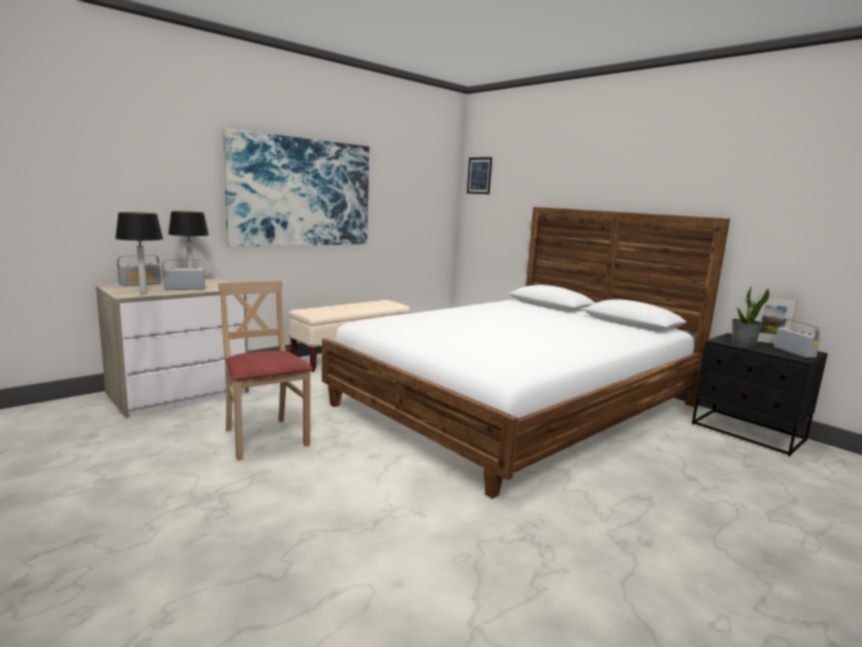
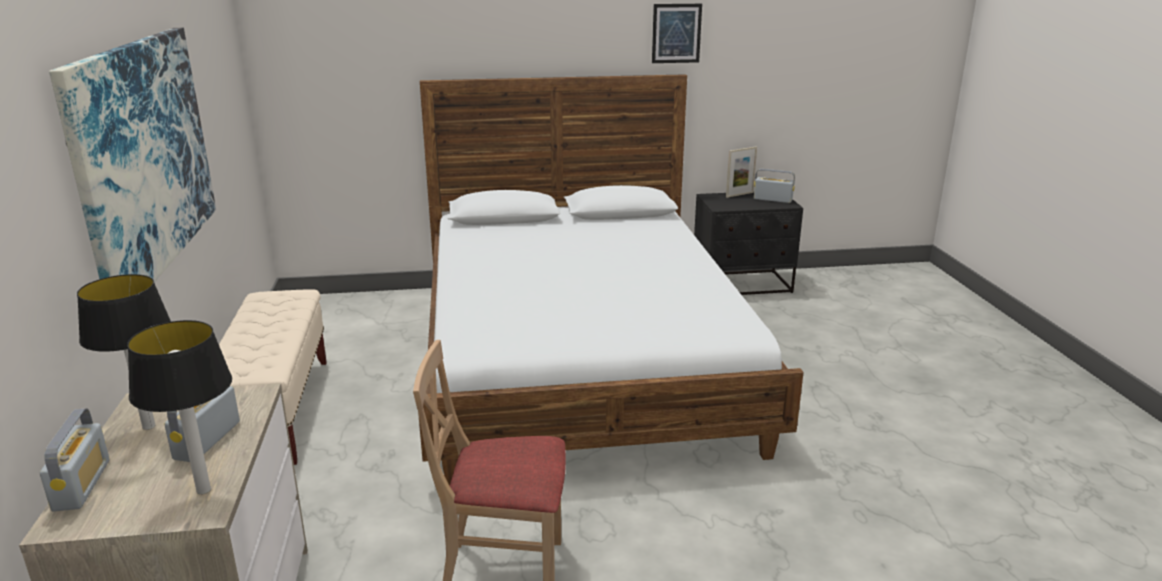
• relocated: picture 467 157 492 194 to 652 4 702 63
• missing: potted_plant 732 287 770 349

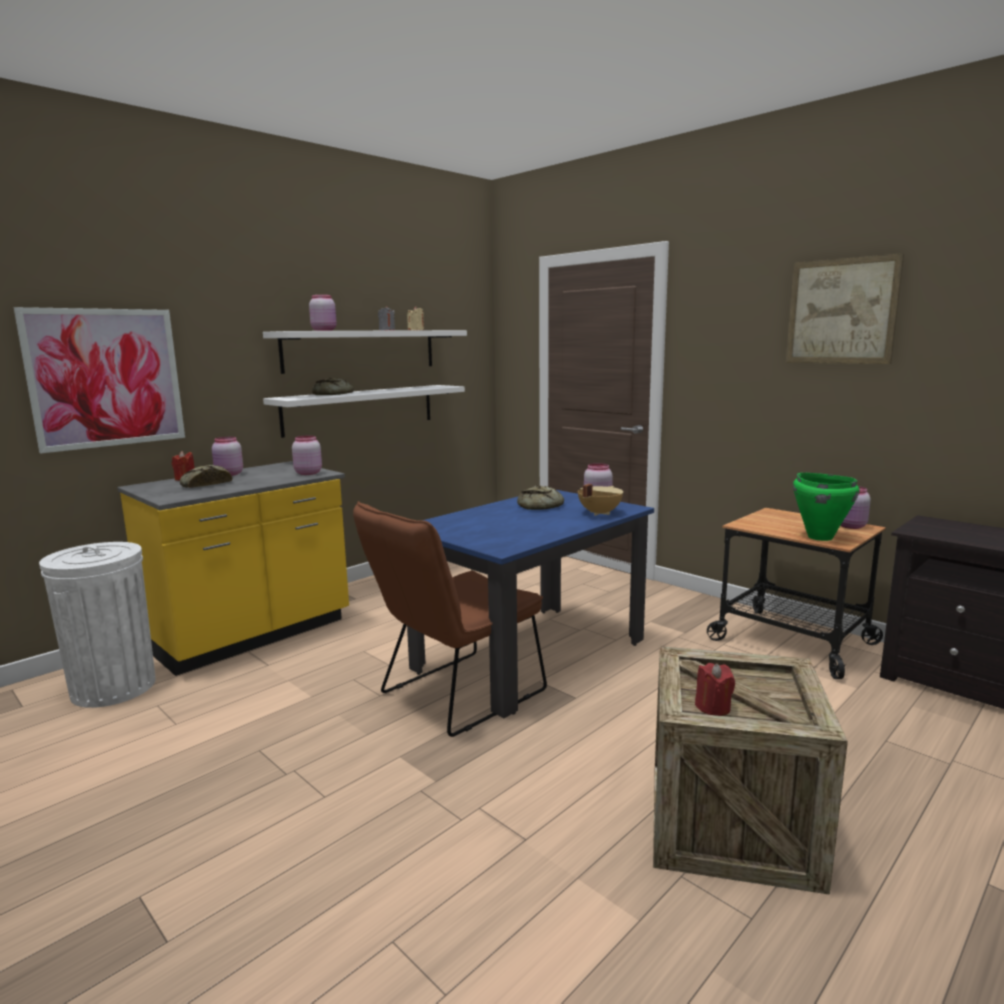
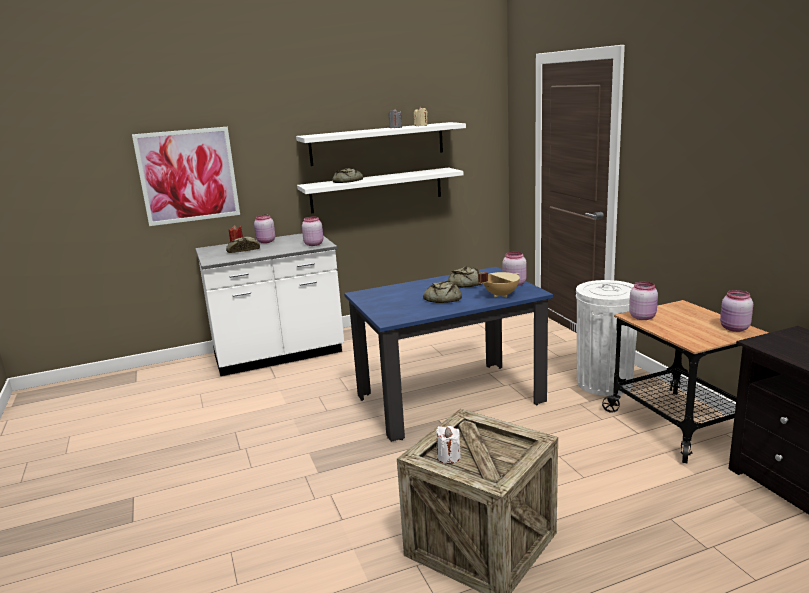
• colour: yellow_counter 117 461 349 676 to white_counter 195 233 344 376
• appeared: bread 423 281 462 303
• colour: red_candle 695 663 735 716 to white_candle 436 426 461 464
• relocated: white_trash_can 39 542 156 708 to 576 280 637 396
• relocated: pink_jar 309 295 336 331 to 629 281 658 320
• missing: brown_chair 353 501 547 737
• missing: picture 786 253 904 364
• missing: green_cooking_pot 793 473 859 541

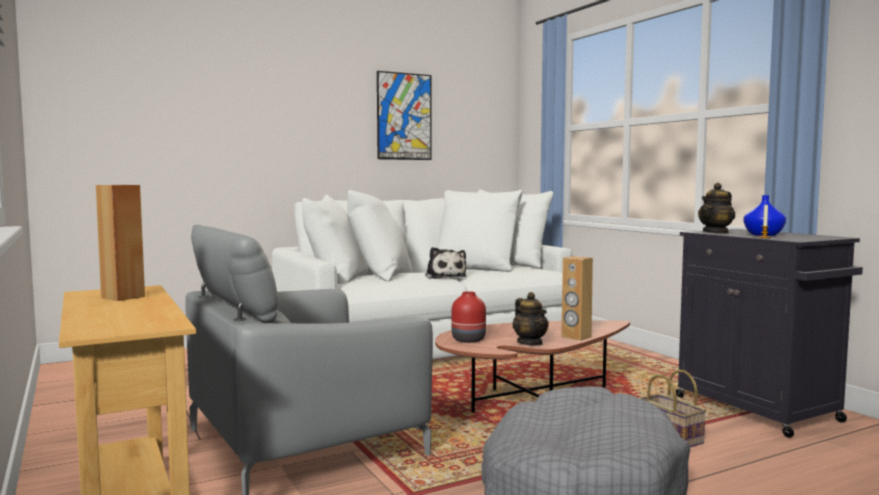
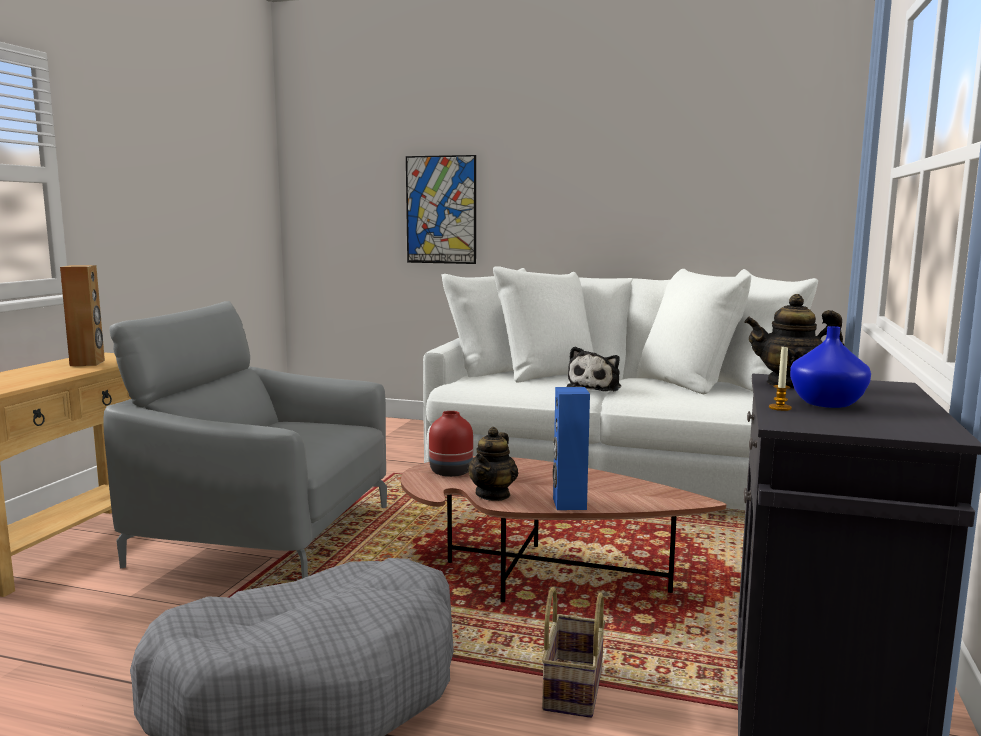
• relocated: picture 377 71 432 160 to 406 155 476 264
• colour: brown_speaker 561 256 593 341 to blue_speaker 553 387 590 510

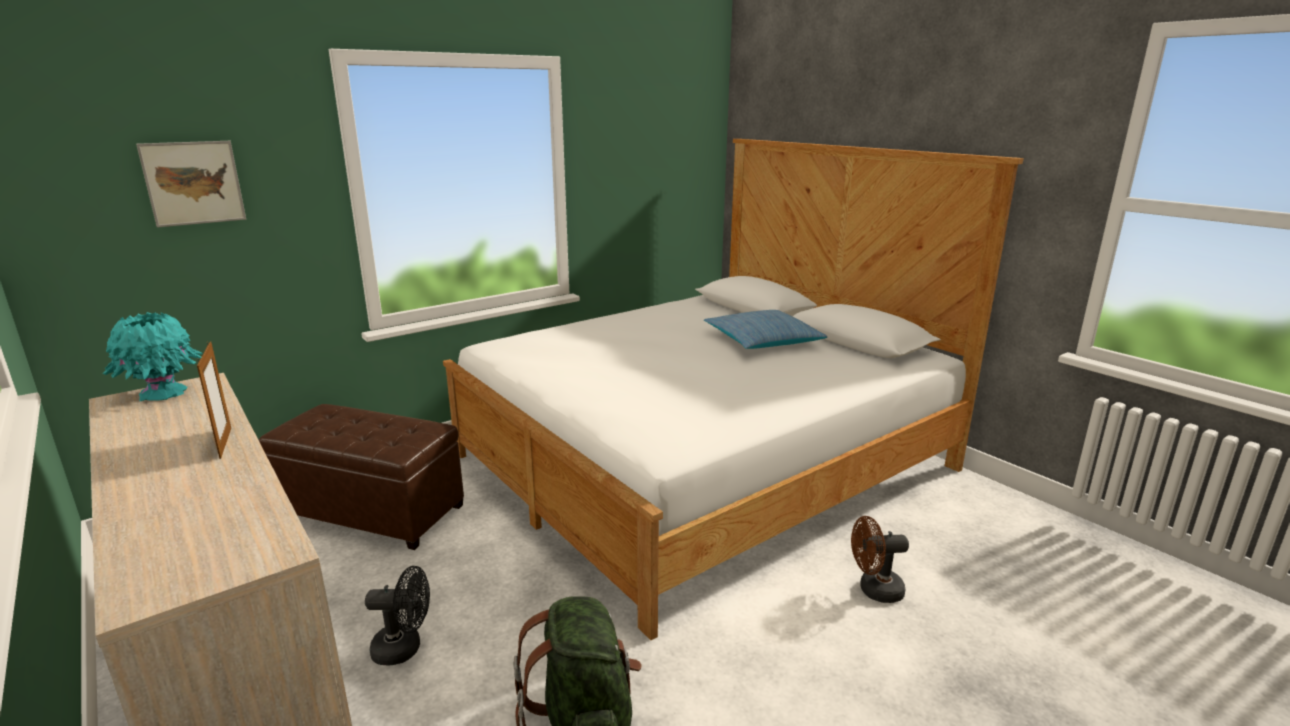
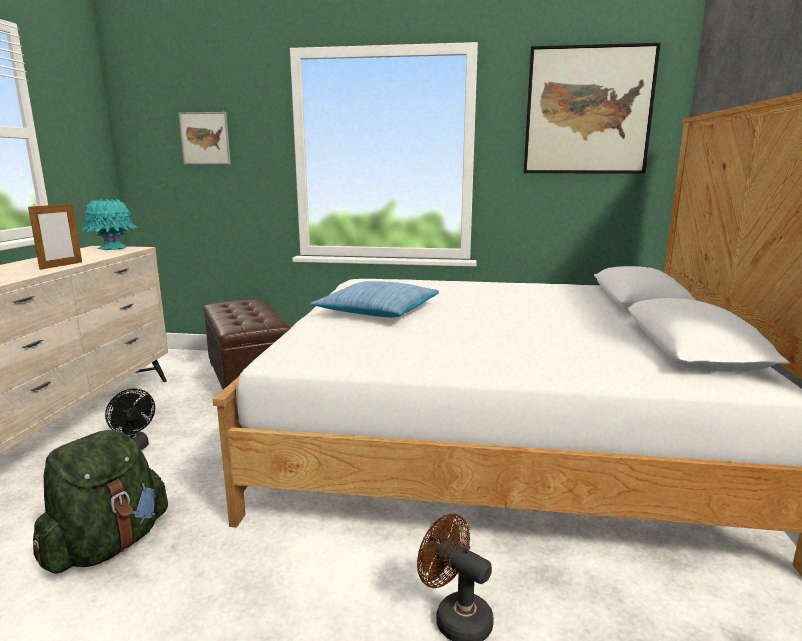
• relocated: pillow 704 310 827 349 to 310 281 439 317
• appeared: picture 524 43 661 174

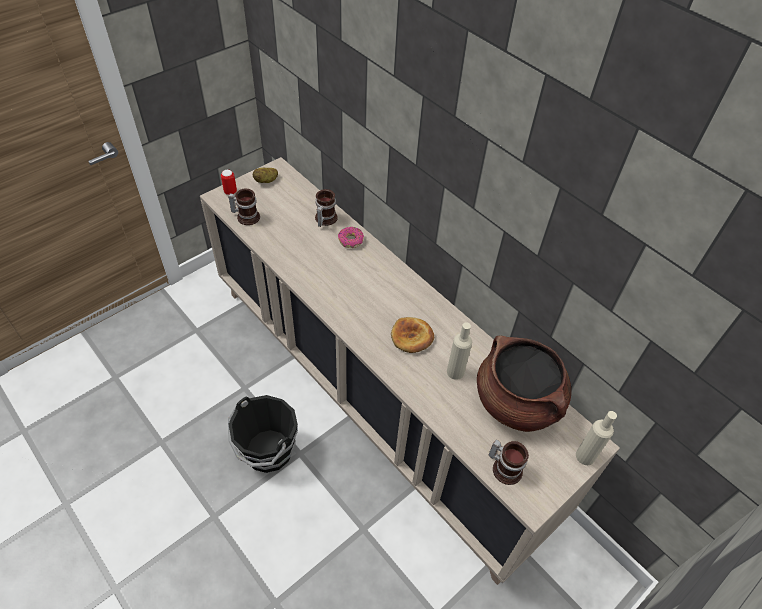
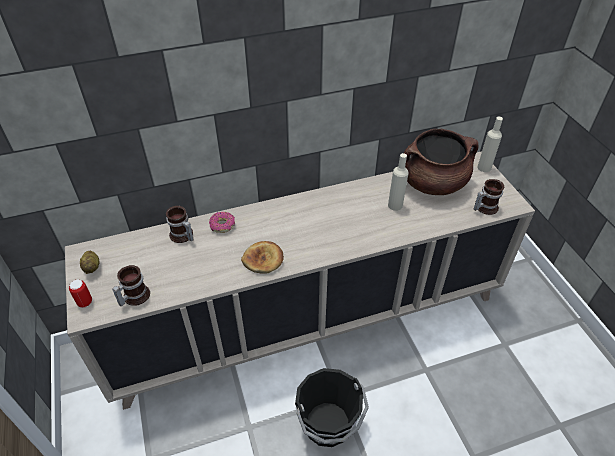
• relocated: bread 391 317 434 353 to 241 241 284 274

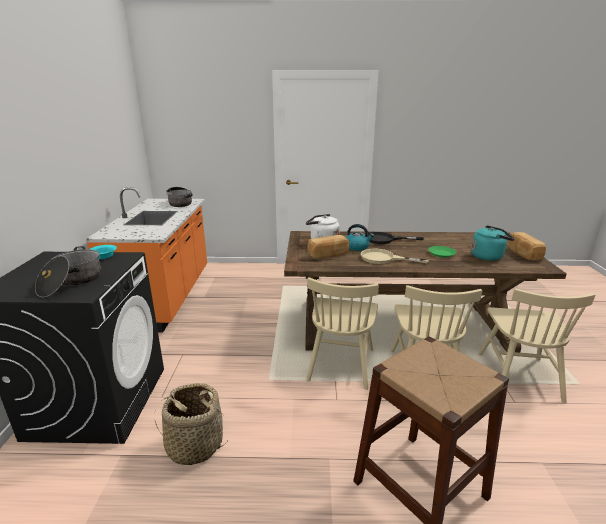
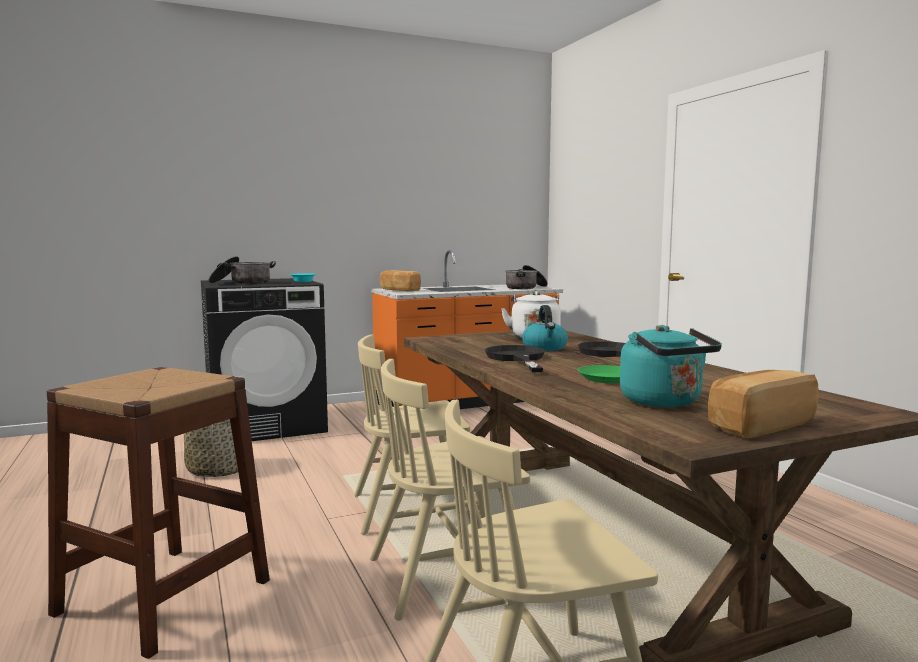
• relocated: bread 307 235 349 259 to 380 270 421 291
• colour: beige_frying_pan 361 248 429 264 to black_frying_pan 485 345 545 372

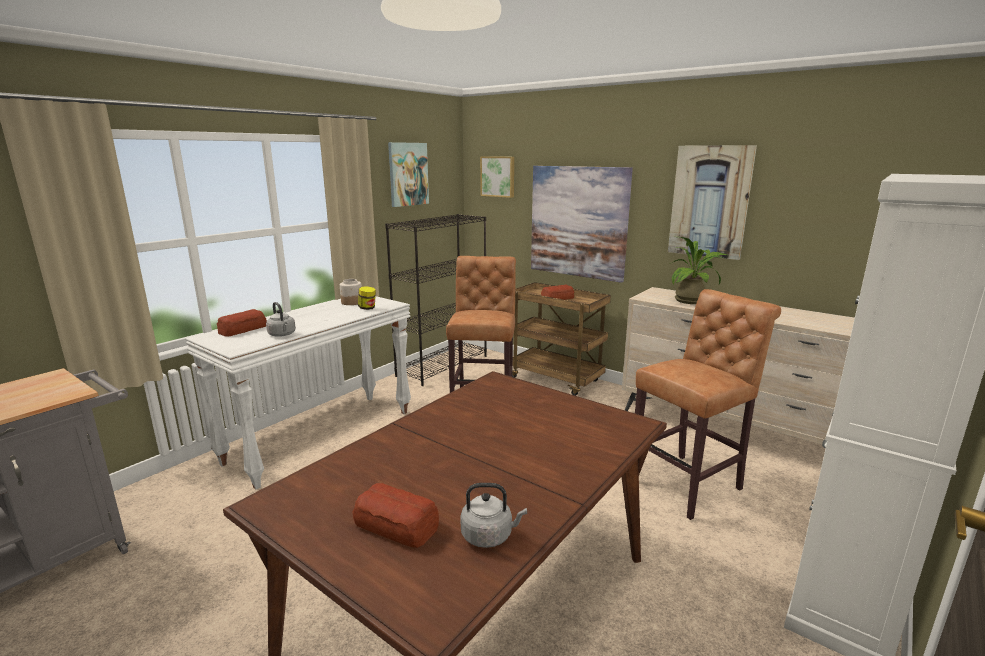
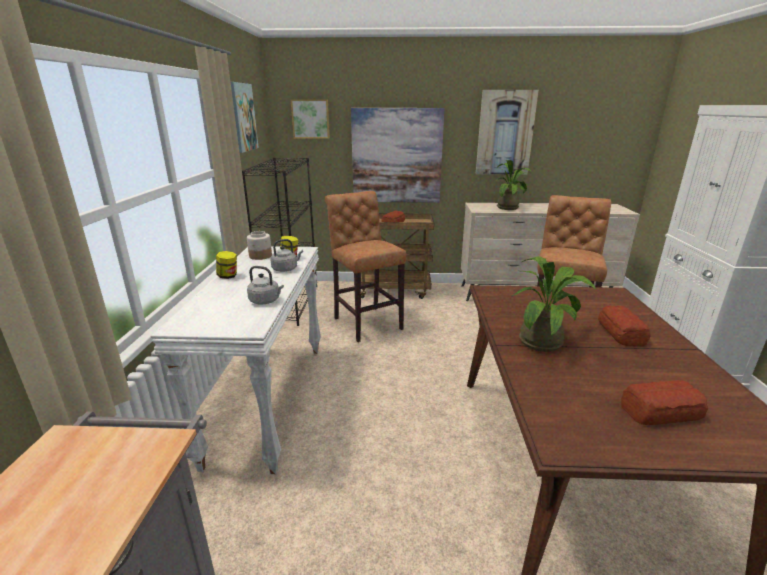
• appeared: jar 216 251 237 279
• relocated: grey_kettle 460 483 527 548 to 270 239 303 272
• appeared: potted_plant 512 256 595 352
• relocated: bread 217 309 267 337 to 598 306 651 346

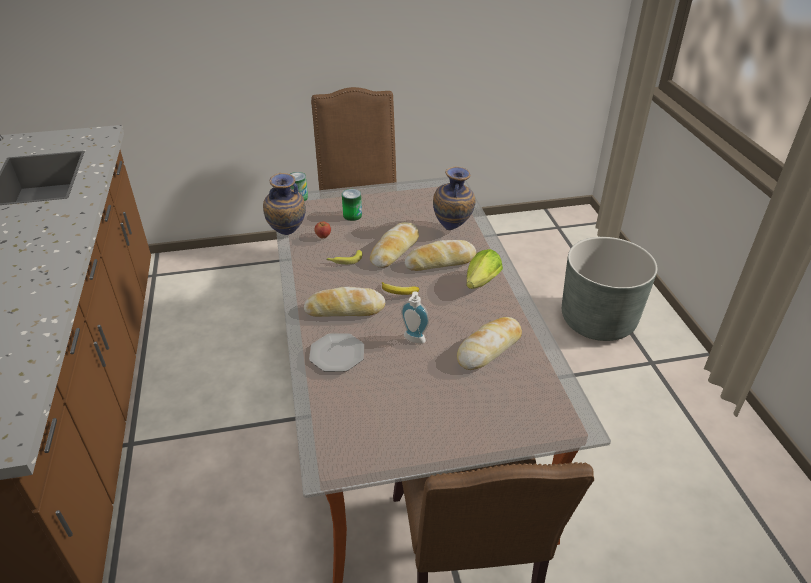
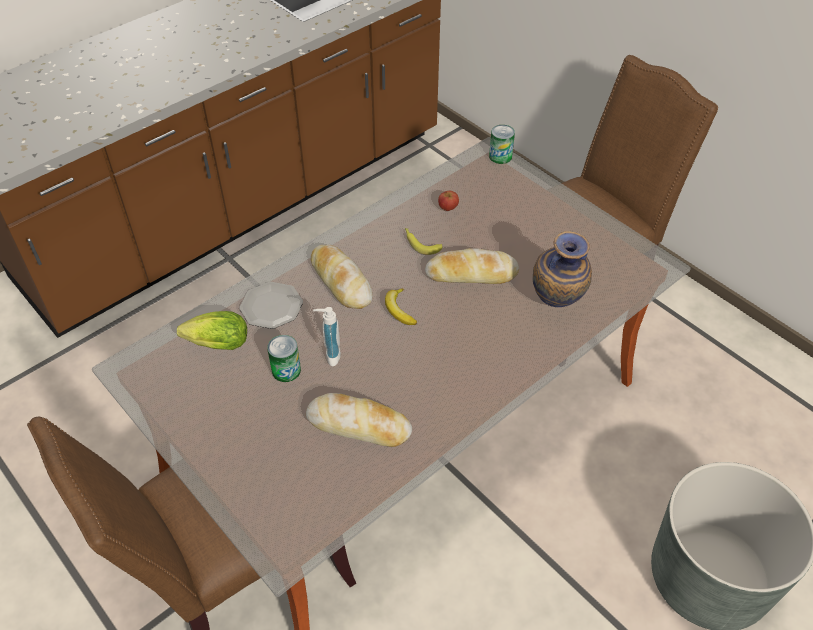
• relocated: lettuce 466 249 503 289 to 177 311 247 350
• relocated: can 342 189 362 221 to 267 335 301 382
• missing: vase 263 173 306 235
• missing: bread 405 240 476 271

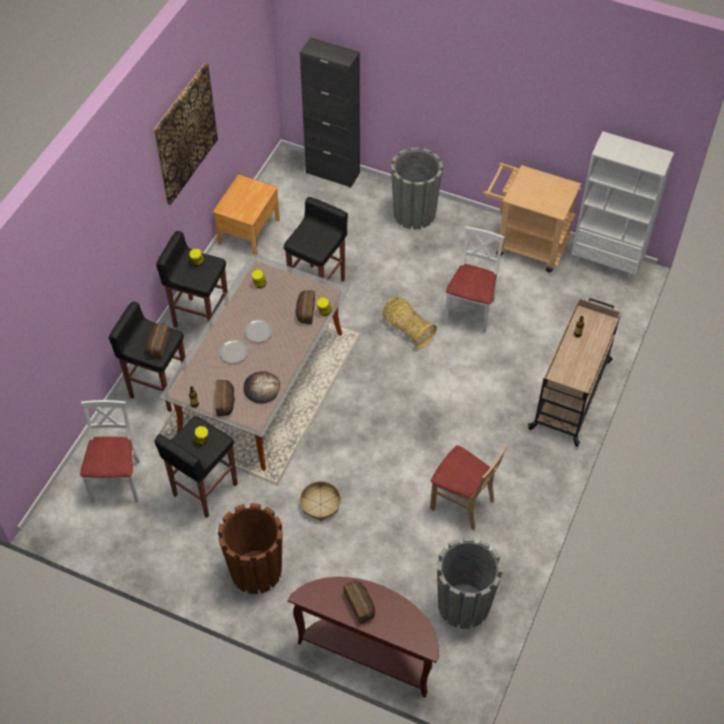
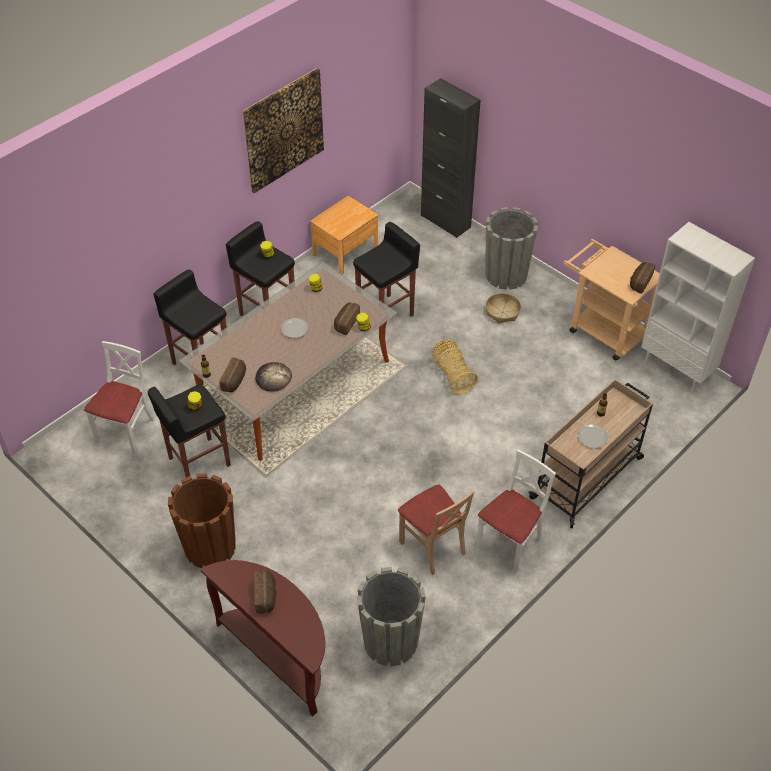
• relocated: white_chair 444 227 504 333 to 476 450 556 573
• relocated: basket 300 481 341 521 to 485 293 521 324
• relocated: plate 219 340 248 363 to 577 424 608 449
• relocated: bread 146 323 170 359 to 630 262 655 294

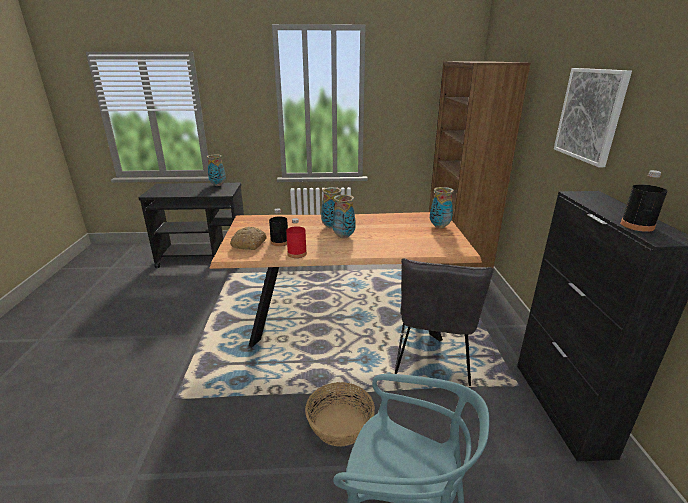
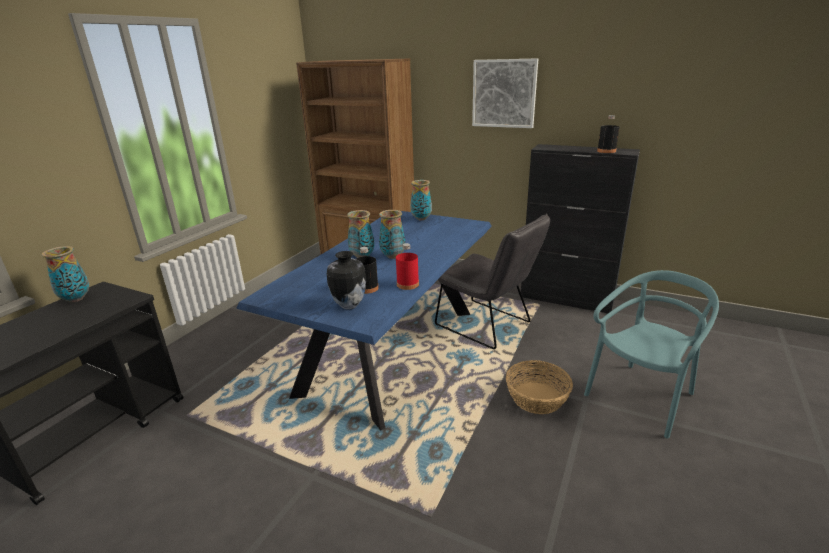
• colour: brown_dining_table 209 212 482 347 to blue_dining_table 236 211 492 431
• exchanged: bread 230 227 267 250 to vase 327 251 366 310

